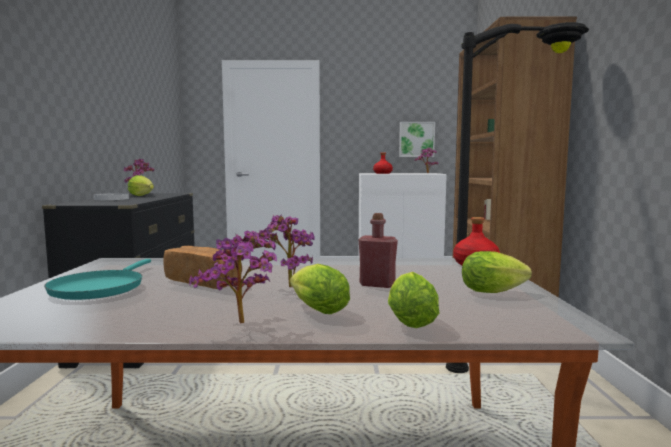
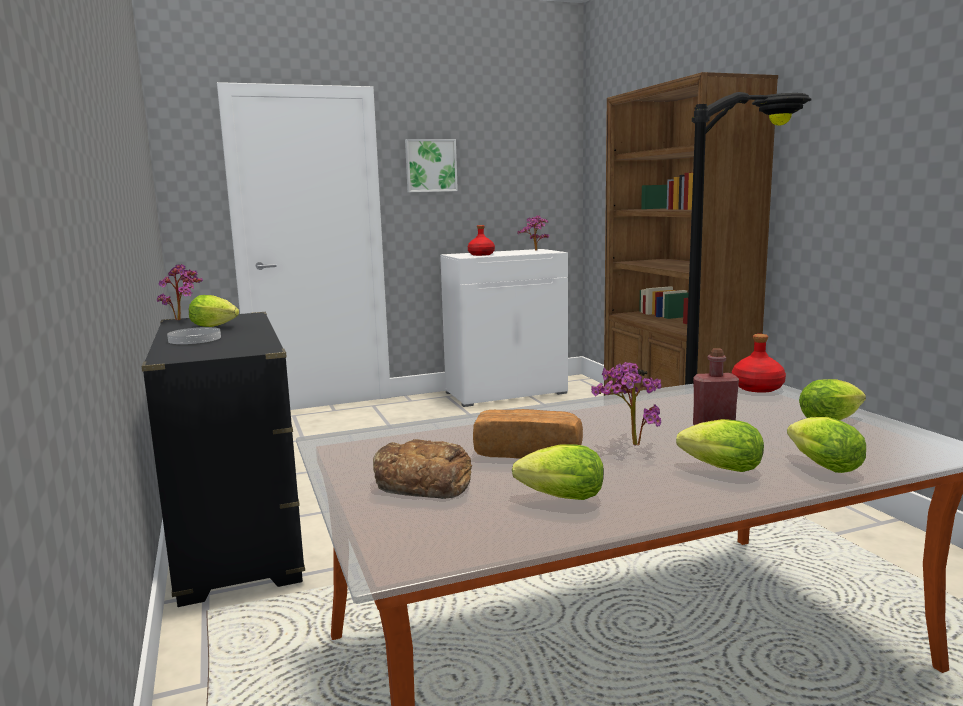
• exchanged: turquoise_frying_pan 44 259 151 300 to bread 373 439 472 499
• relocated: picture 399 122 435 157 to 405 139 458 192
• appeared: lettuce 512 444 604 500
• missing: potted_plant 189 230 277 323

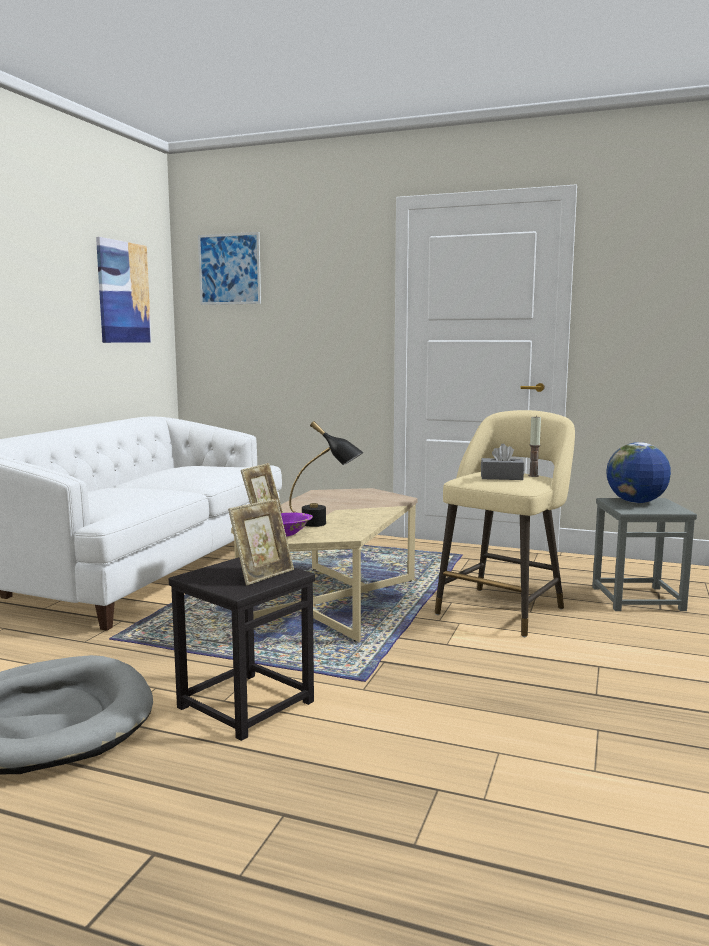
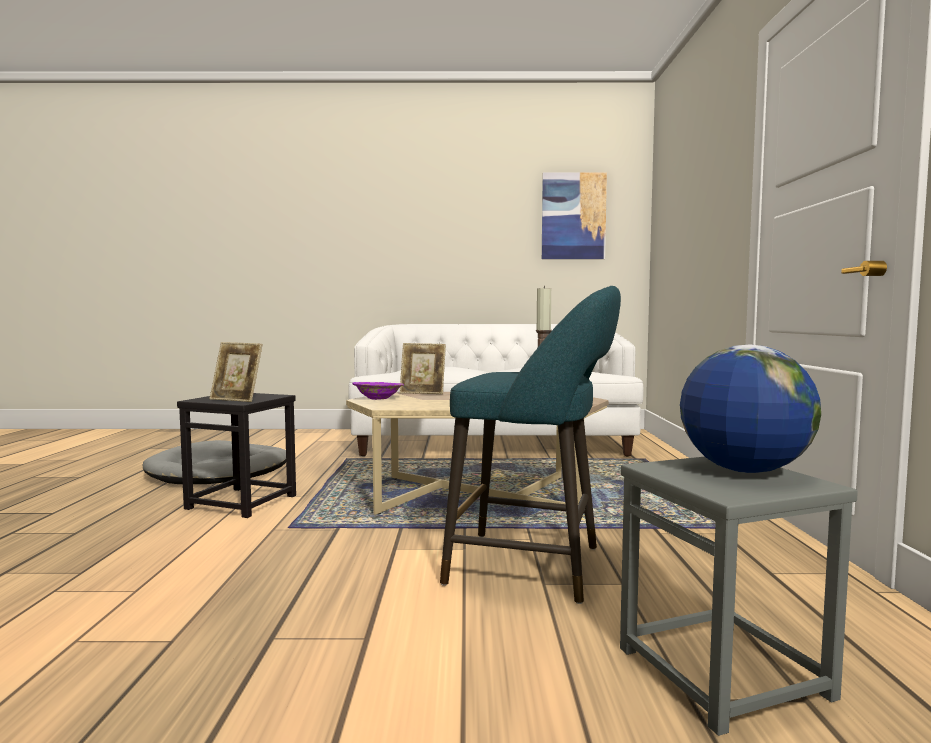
• colour: beige_stool 435 410 575 637 to turquoise_stool 440 286 621 604
• missing: picture 198 232 261 305
• missing: black_table_lamp 289 421 364 527
• missing: grey_tissue_box 481 444 524 480

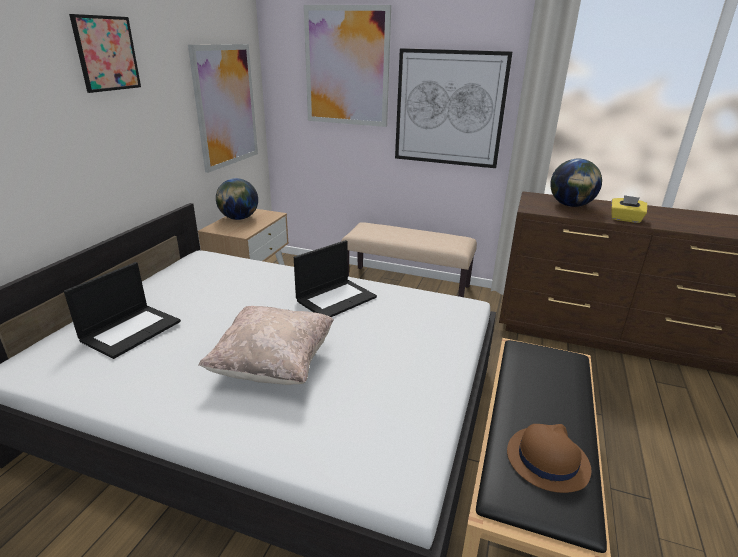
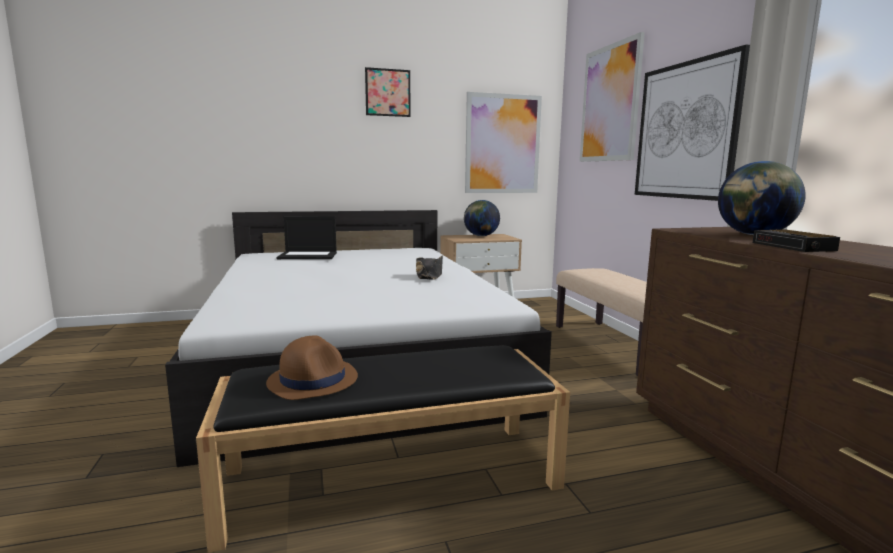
• exchanged: laptop 294 240 377 317 to black_hat 416 255 443 280
• exchanged: yellow_tissue_box 611 195 647 223 to alarm_clock 753 229 840 252
• missing: beige_pillow 199 306 334 385

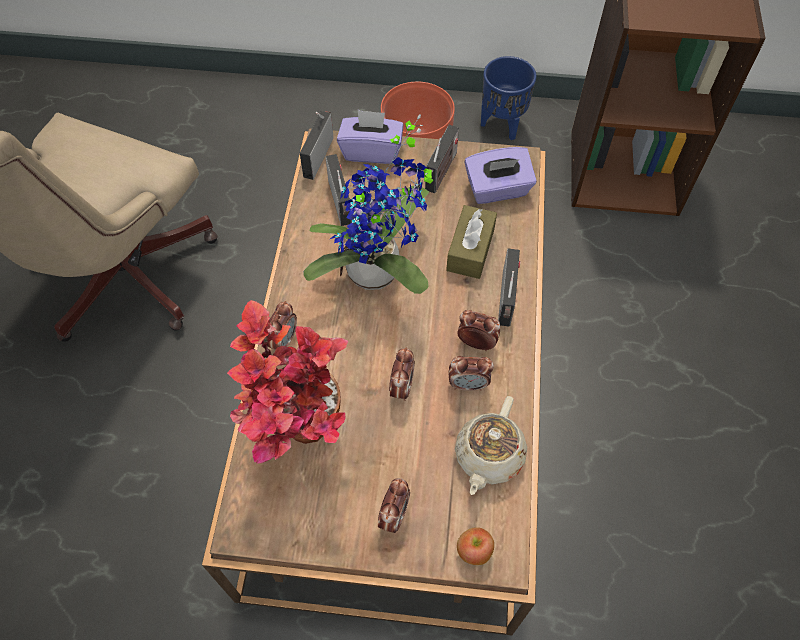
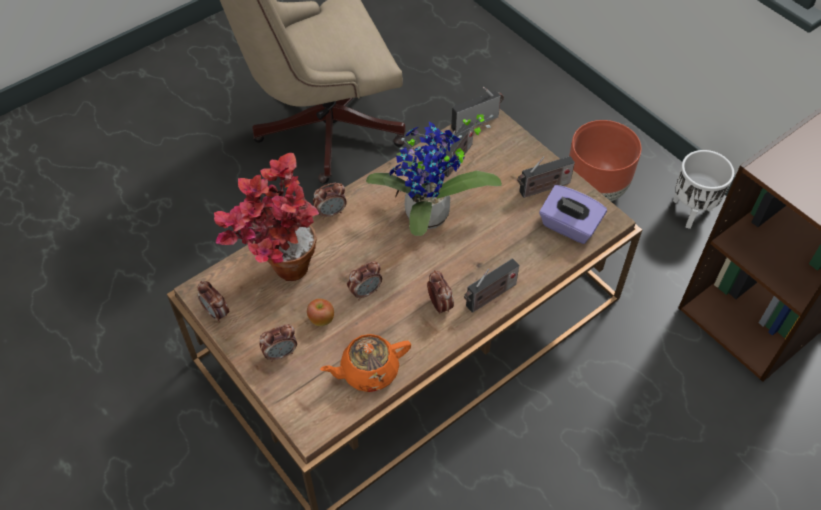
• relocated: alarm_clock 449 356 494 391 to 197 281 229 323
• relocated: apple 457 527 494 565 to 307 298 334 326
• colour: beige_teapot 455 396 527 495 to orange_teapot 320 334 411 392
• colour: blue_planter 481 56 536 140 to white_planter 673 150 734 229
• missing: purple_tissue_box 337 110 404 164
• missing: brown_tissue_box 446 205 497 279

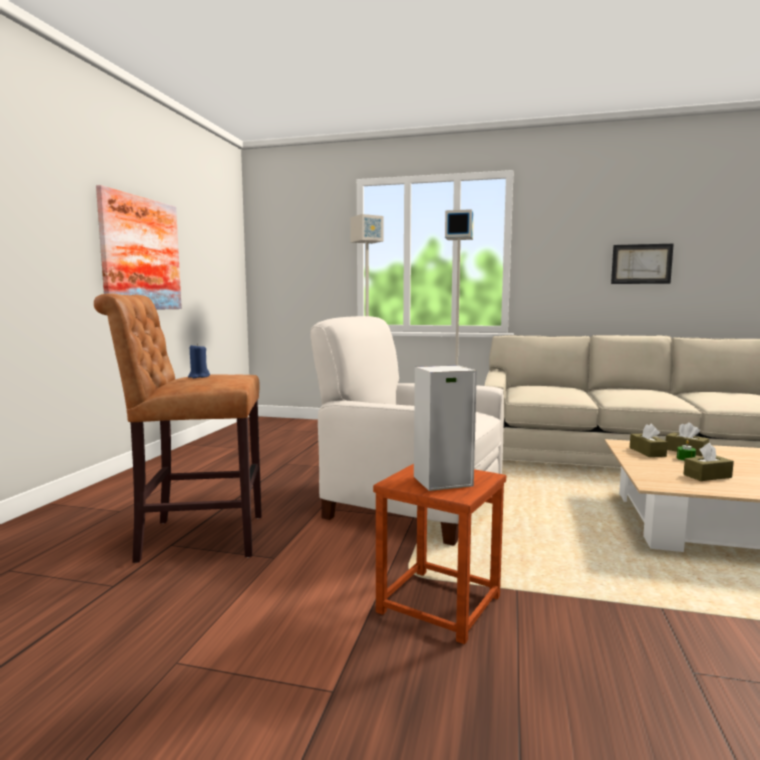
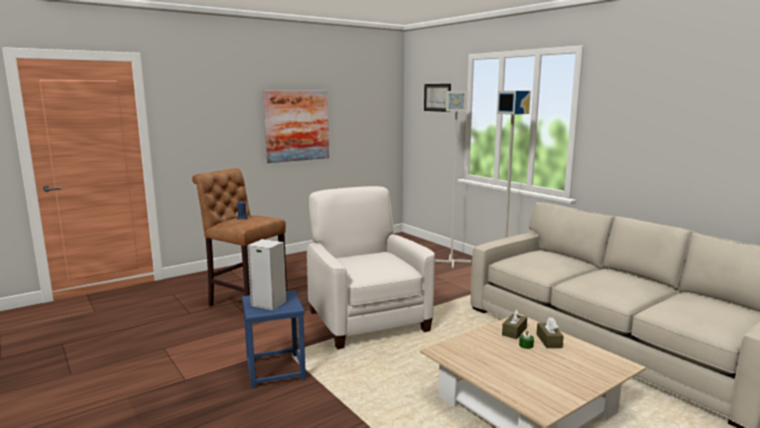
• colour: brown_stool 373 464 506 644 to blue_stool 242 290 306 389
• relocated: picture 611 244 674 284 to 424 84 451 112
• missing: brown_tissue_box 683 443 734 481

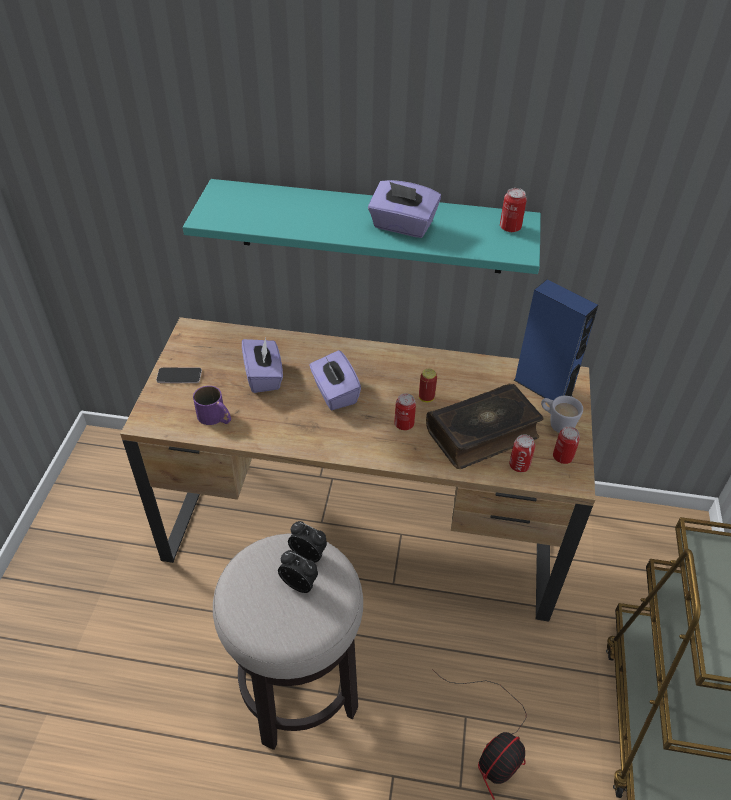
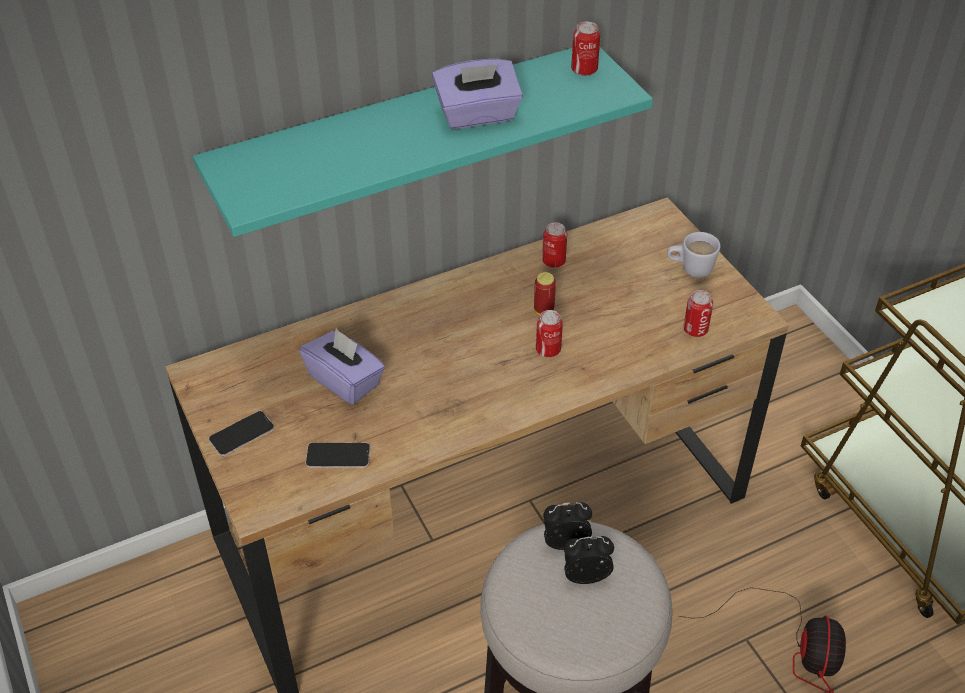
• exchanged: purple_mug 193 386 231 425 to phone 306 442 370 468
• relocated: can 553 426 580 464 to 542 222 567 267
• missing: purple_tissue_box 309 350 361 410
• missing: book 426 384 544 469
• missing: blue_speaker 514 279 598 400

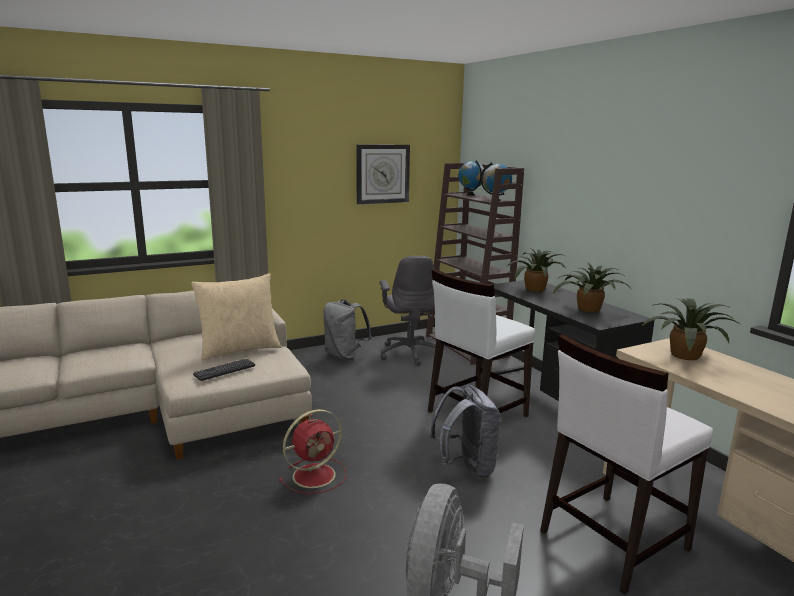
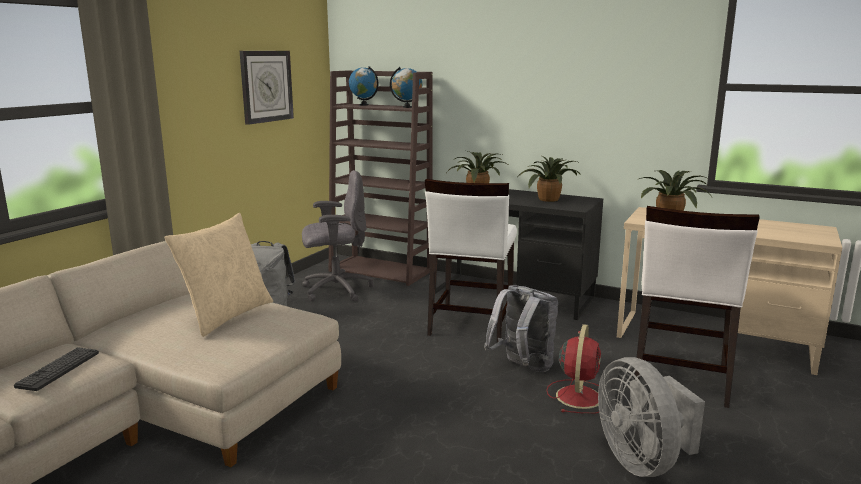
• relocated: keyboard 193 358 255 381 to 14 347 99 391
• spun: grey_office_chair 379 256 436 366 = 302 170 373 301 60 degrees counterclockwise
• relocated: red_fan 279 409 347 494 to 546 324 601 414

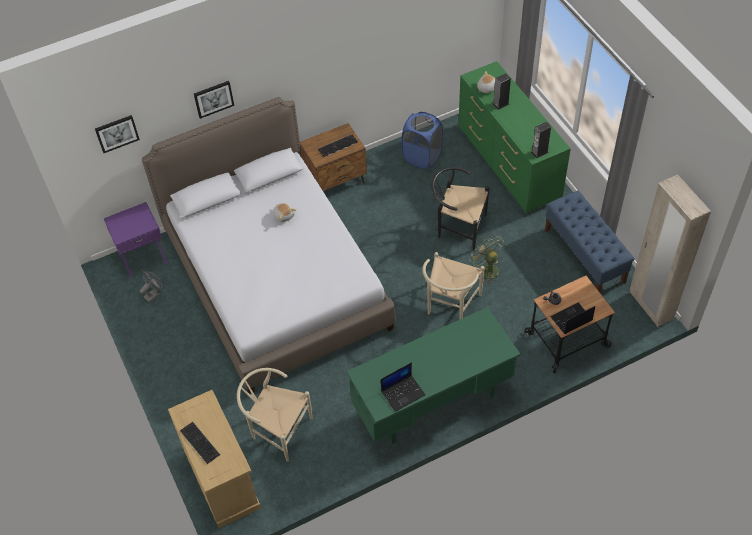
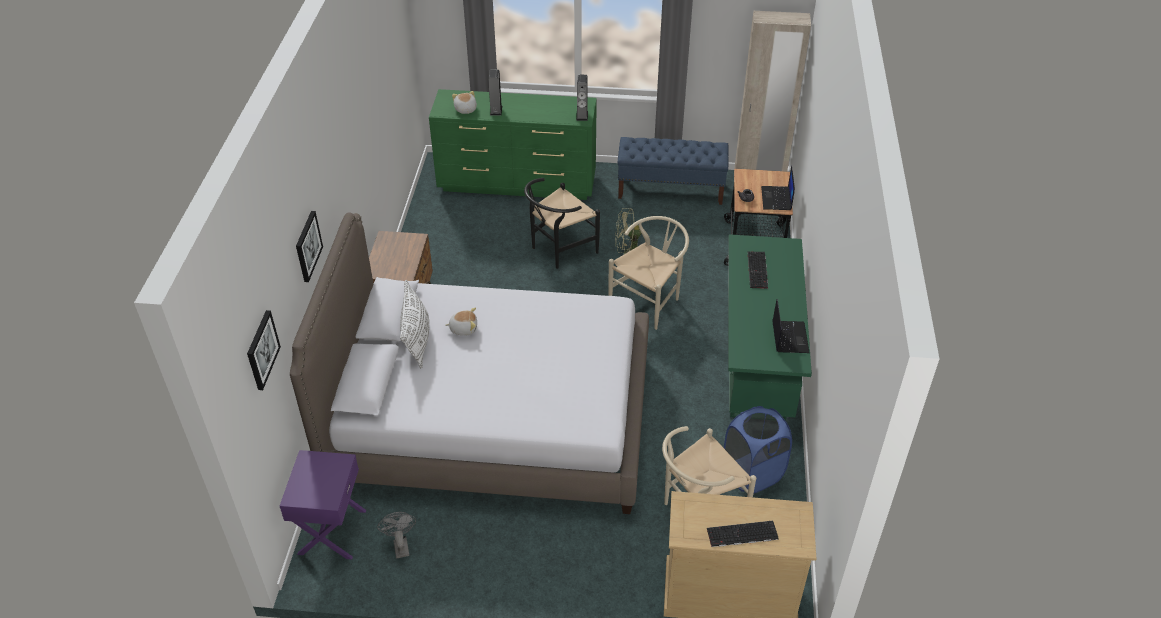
• appeared: white_pillow 400 280 429 369
• spun: beige_chair 422 252 484 320 = 608 216 689 330 105 degrees counterclockwise
• relocated: blue_laundry_basket 402 112 443 169 to 724 406 792 493
• relocated: keyboard 318 134 358 157 to 748 252 768 289

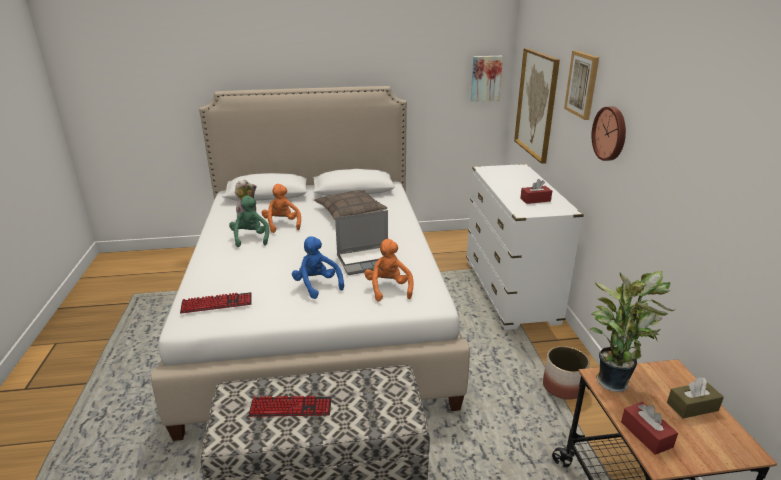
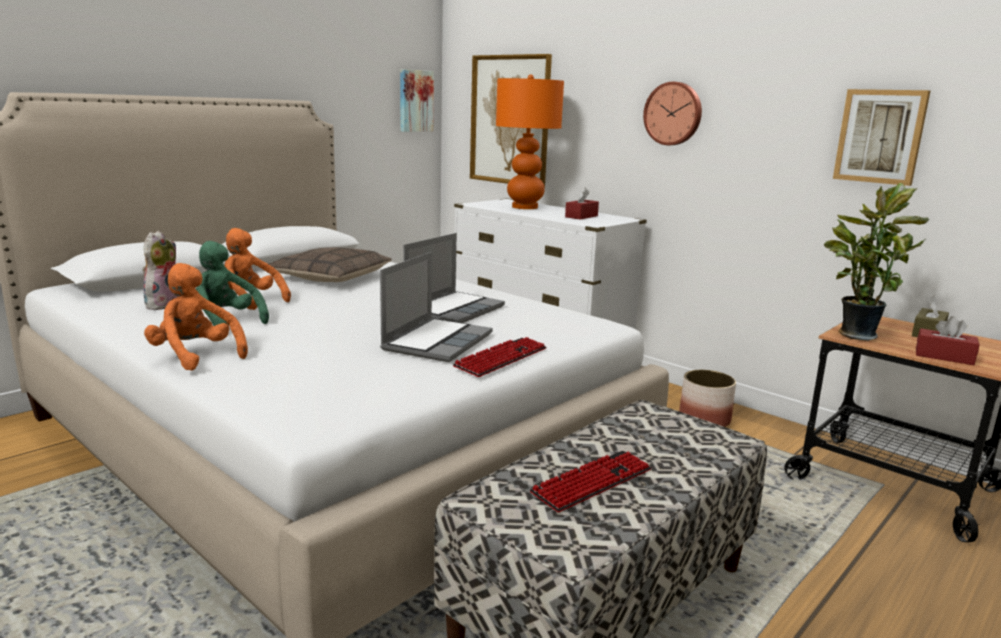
• relocated: orange_plush_toy 365 239 414 302 to 144 263 248 371
• exchanged: blue_plush_toy 292 236 344 299 to laptop 380 252 493 362
• relocated: keyboard 180 292 252 313 to 453 337 547 377
• appeared: orange_table_lamp 496 75 564 209
• relocated: picture 564 51 599 120 to 833 89 930 186

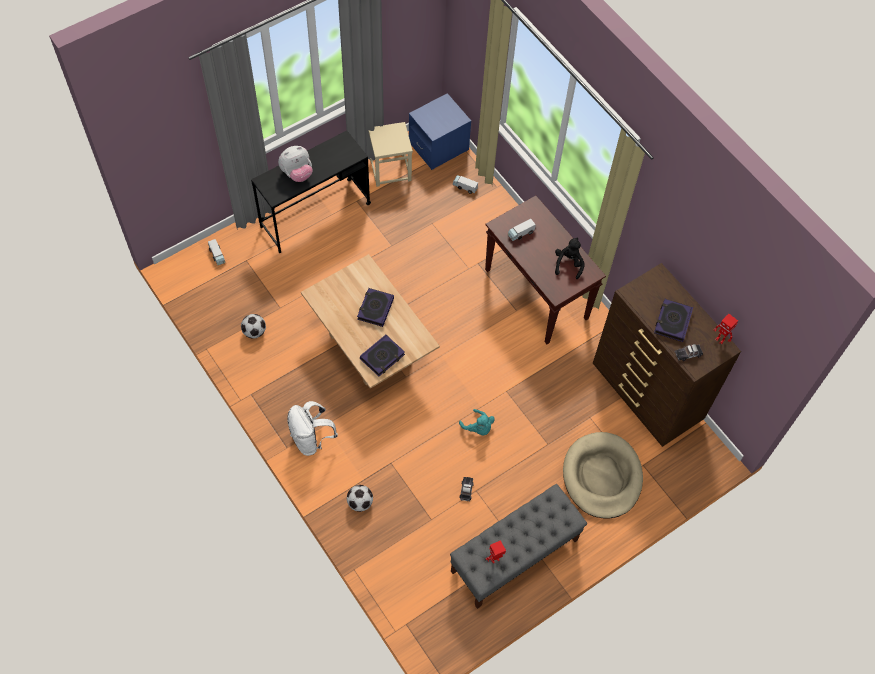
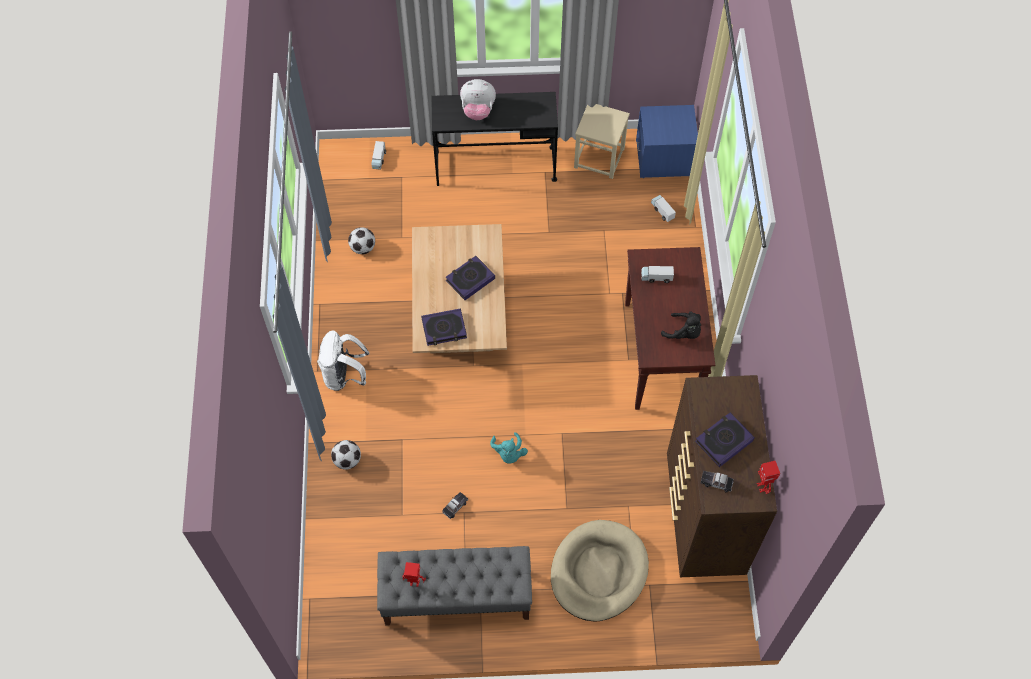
• spun: black_plush_toy 555 237 585 279 = 661 312 701 339 75 degrees clockwise

